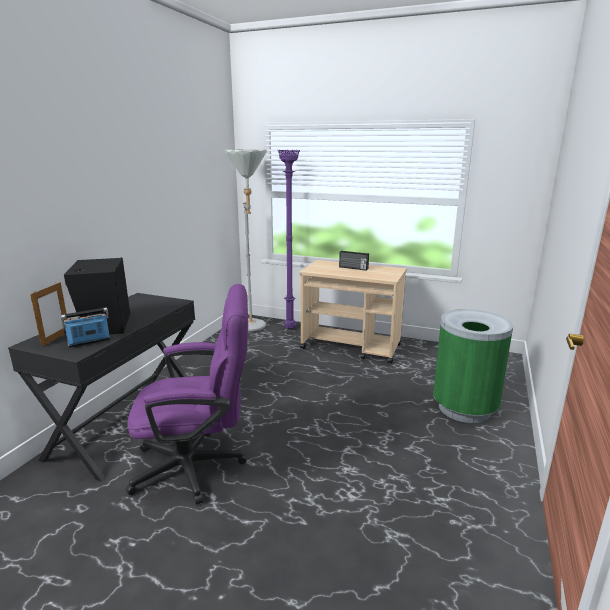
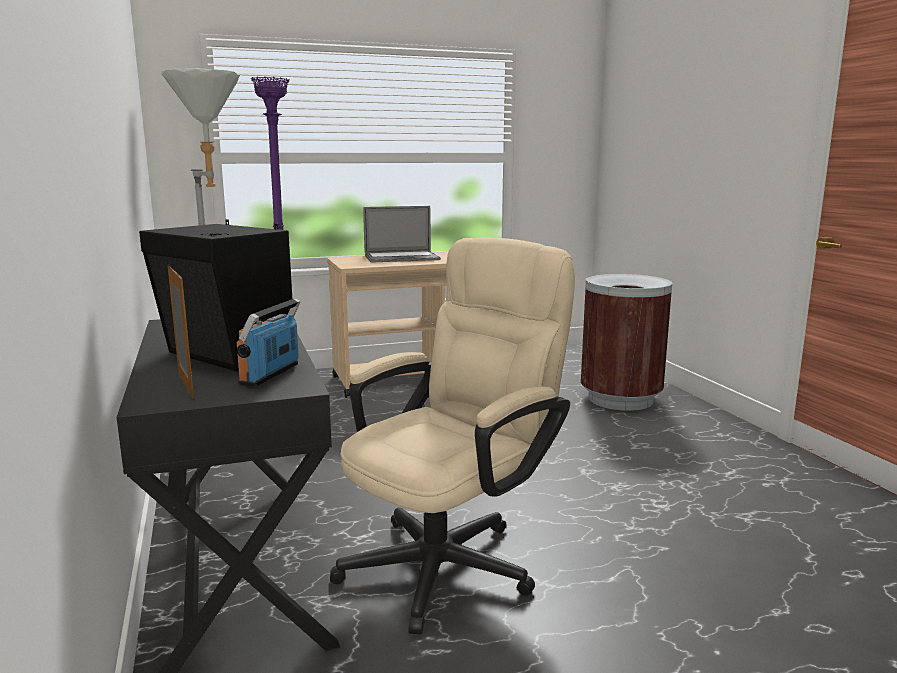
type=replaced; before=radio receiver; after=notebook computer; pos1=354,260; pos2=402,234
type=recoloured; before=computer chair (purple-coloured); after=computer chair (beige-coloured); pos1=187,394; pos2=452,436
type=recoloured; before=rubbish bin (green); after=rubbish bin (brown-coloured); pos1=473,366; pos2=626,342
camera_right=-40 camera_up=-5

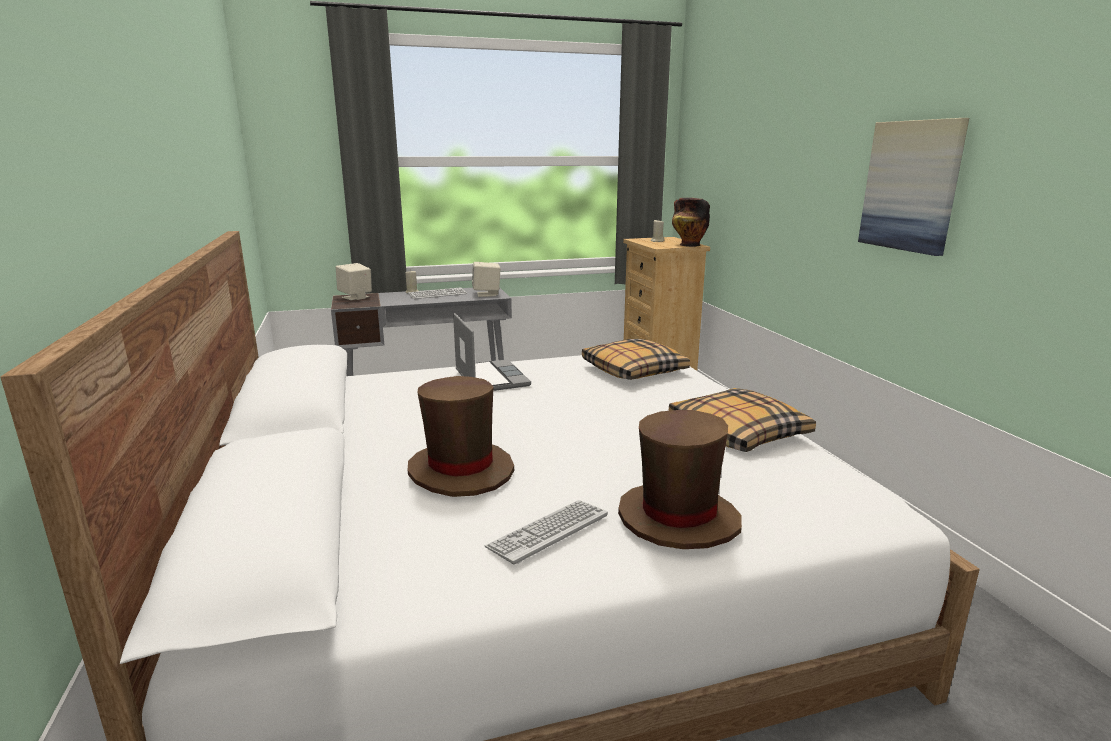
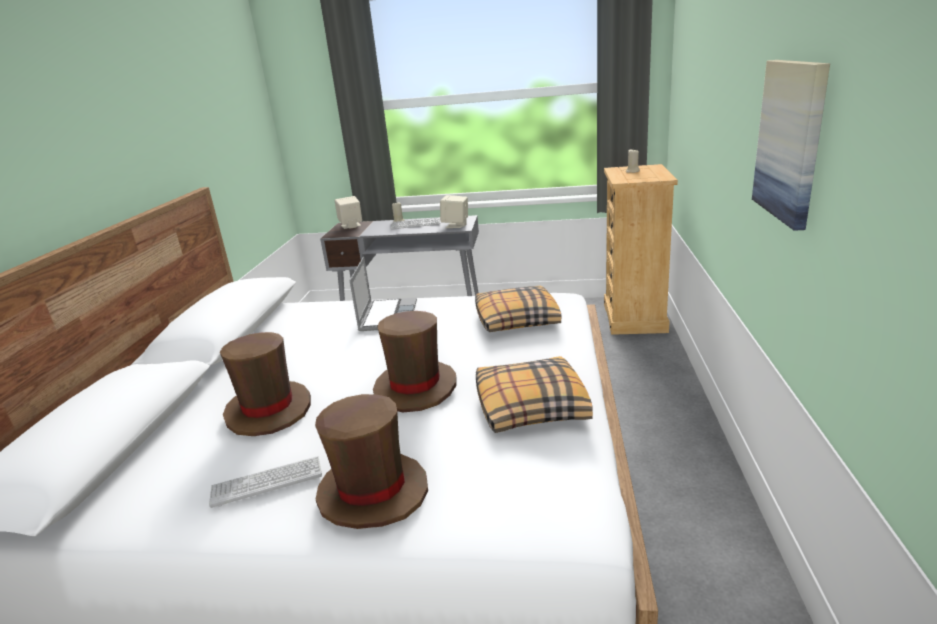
type=removed; before=flower vase; pos1=691,222
type=added; after=clothing hat (brown-coloured); pos2=415,362
camera_right=25 camera_up=5

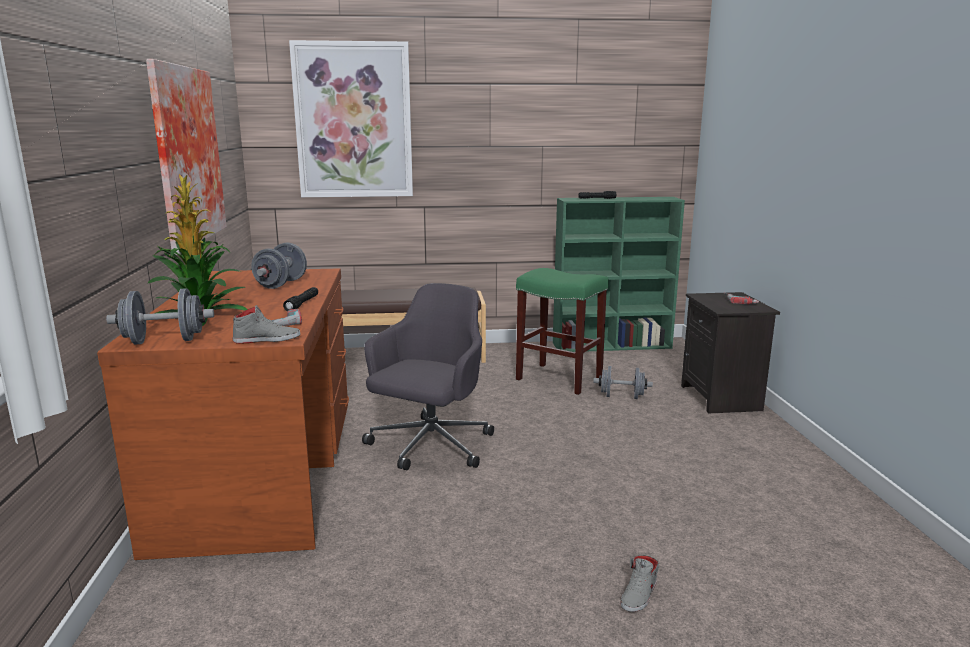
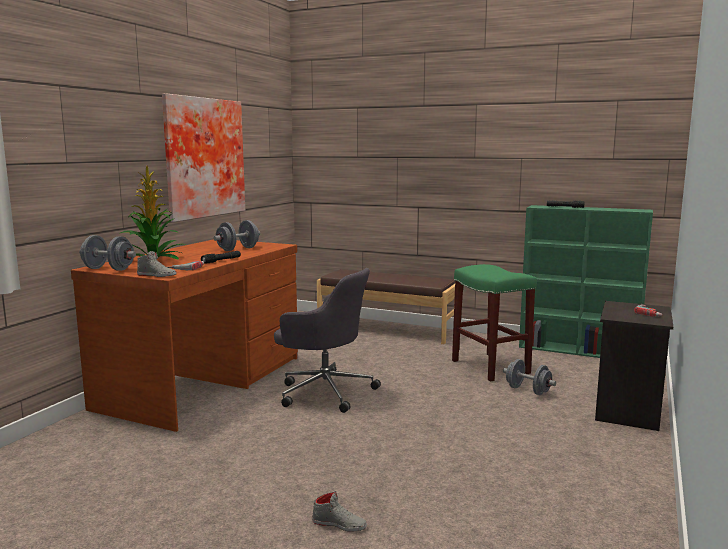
type=removed; before=wall picture; pos1=351,118
type=turned; before=computer chair (grey); pos1=428,376; pos2=327,340; turn=60
type=turned; before=shoe (grey); pos1=640,584; pos2=339,511; turn=-135
camera_right=30 camera_up=-5

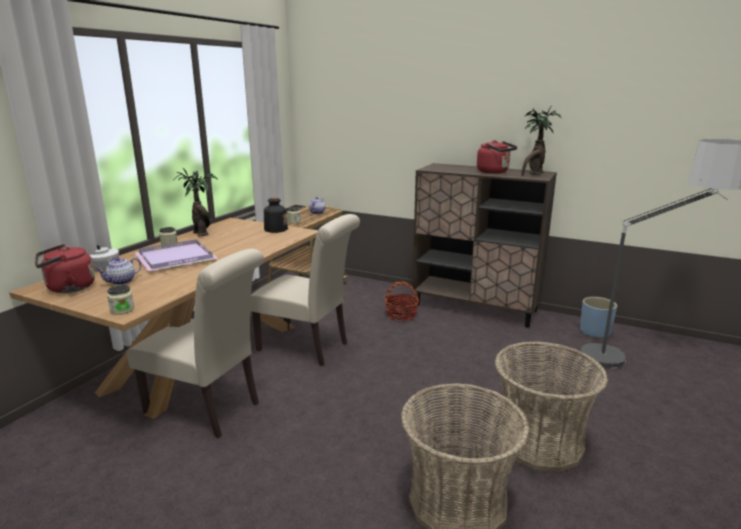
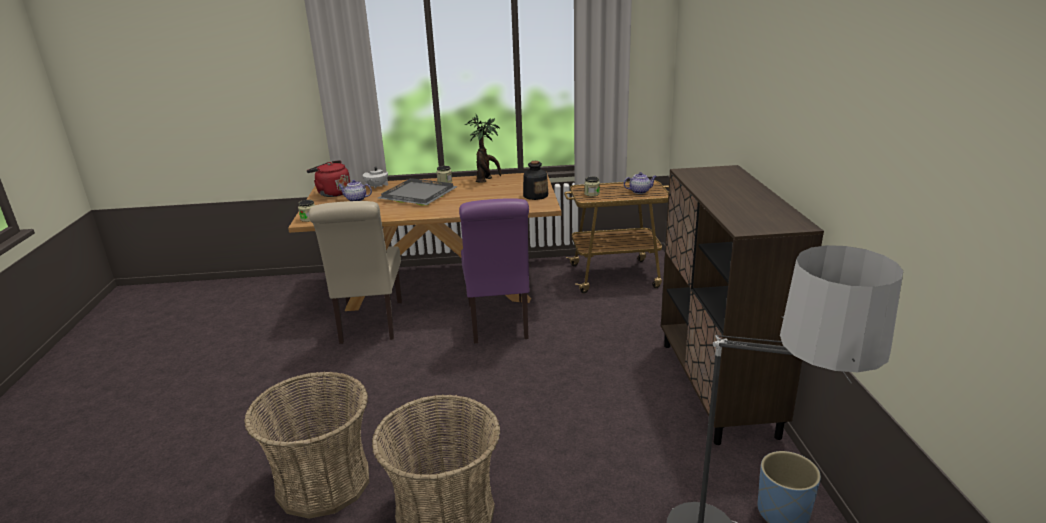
type=removed; before=basket; pos1=401,301
type=removed; before=water kettle (reddish); pos1=497,157
type=removed; before=plant in a pot; pos1=541,140
type=recoloured; before=carrying tray (purple-coloured); after=carrying tray (grey); pos1=176,255; pos2=418,192
type=recoloured; before=plain chair (beige-coloured); after=plain chair (purple-coloured); pos1=305,290; pos2=494,270
camera_right=60 camera_up=5

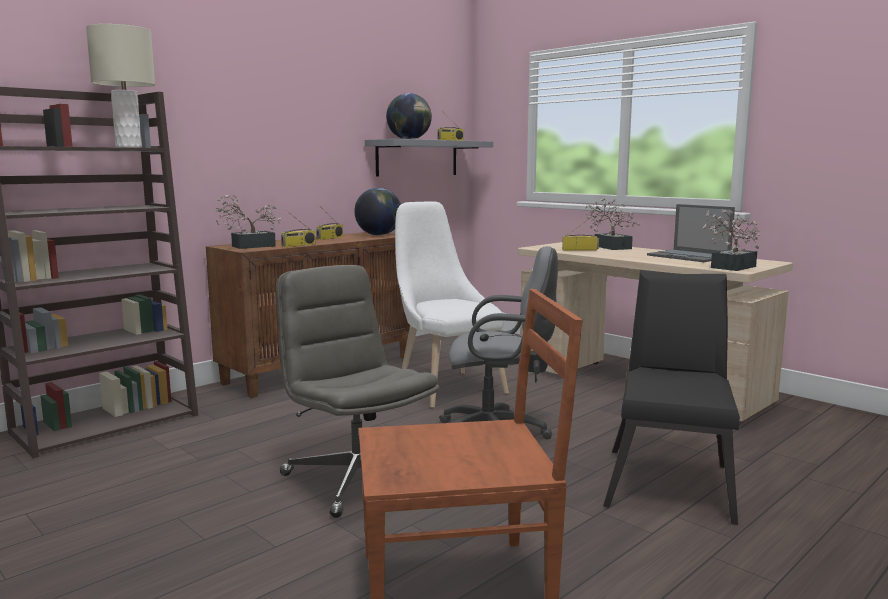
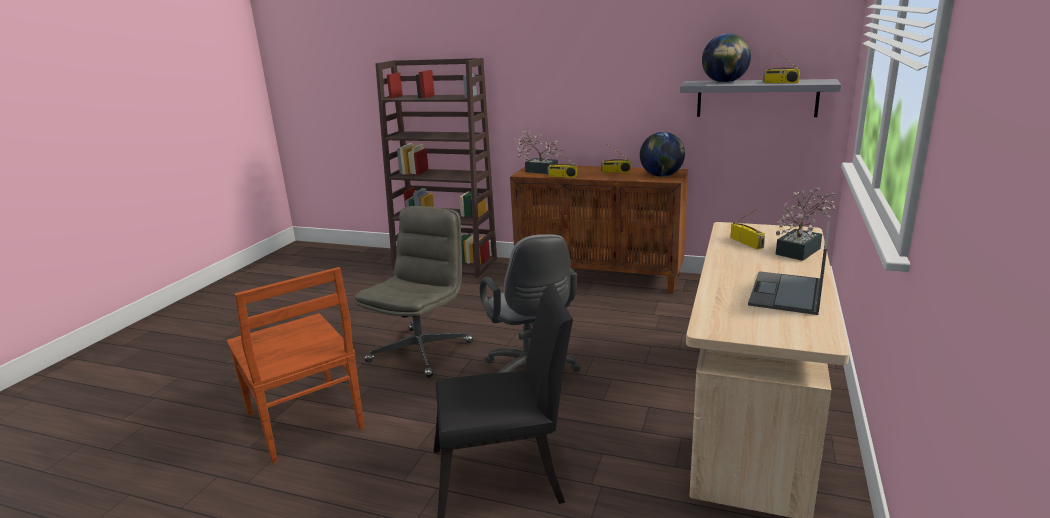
type=removed; before=tabletop lamp (beige-coloured); pos1=120,86
type=removed; before=plain chair (white); pos1=452,304
type=removed; before=plant in a pot; pos1=731,240
camera_right=65 camera_up=10

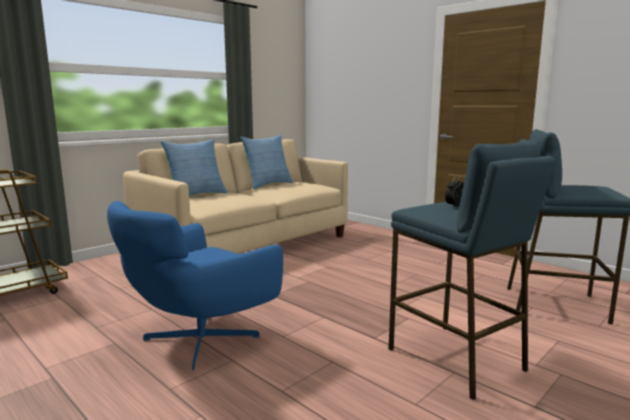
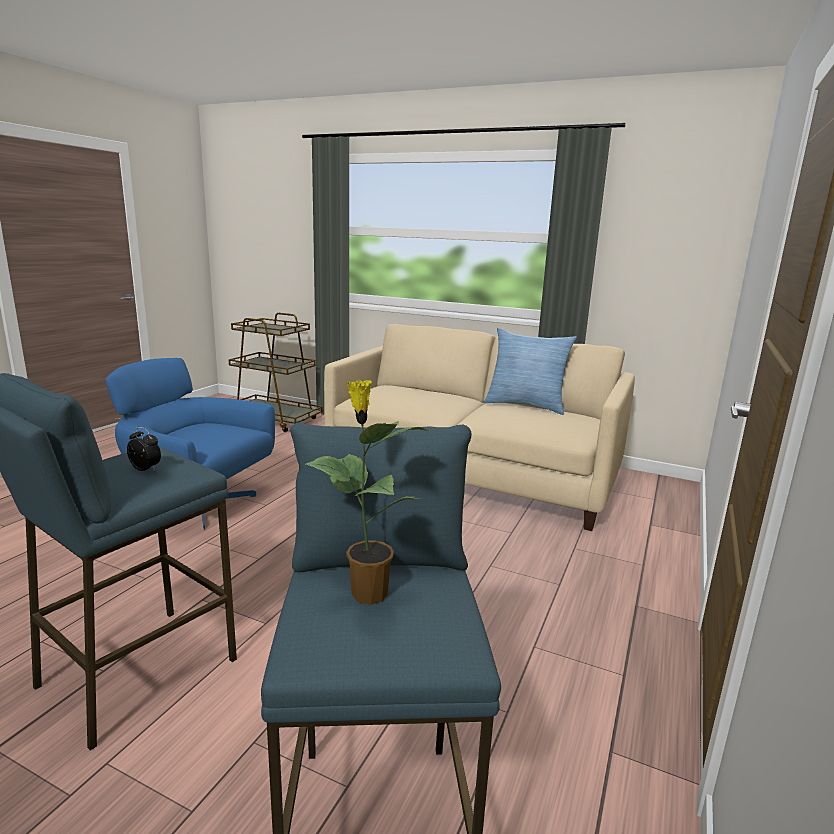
type=removed; before=throw pillow; pos1=194,167
type=added; after=plant in a pot; pos2=368,492
camera_right=70 camera_up=5

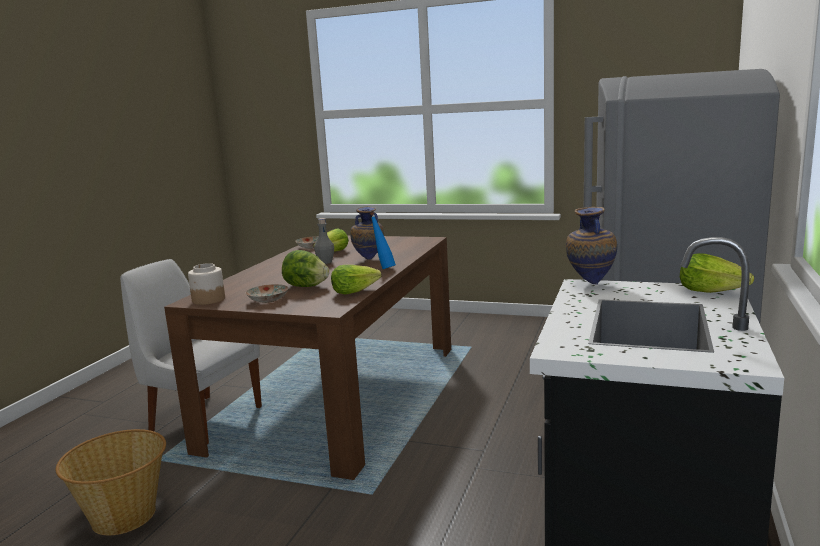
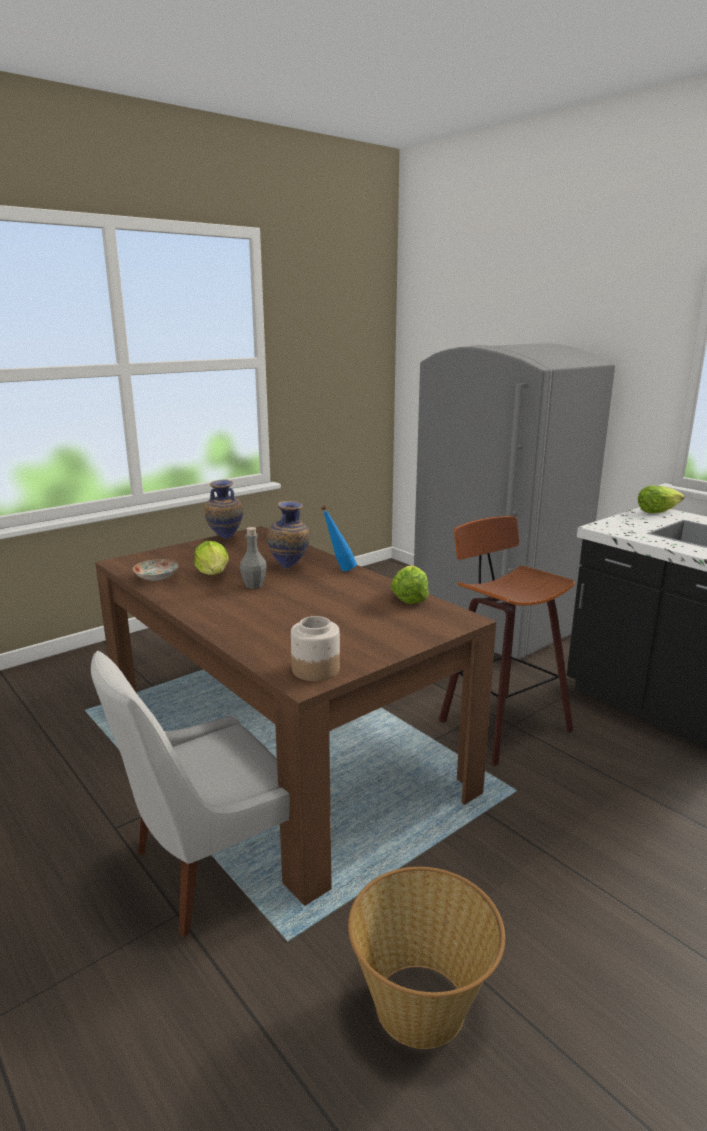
type=removed; before=plate; pos1=267,293
type=removed; before=head of lettuce; pos1=305,268
type=added; after=stool seat; pos2=507,641
type=moved; before=flower vase; pos1=591,246; pos2=223,509
camera_right=-60 camera_up=5

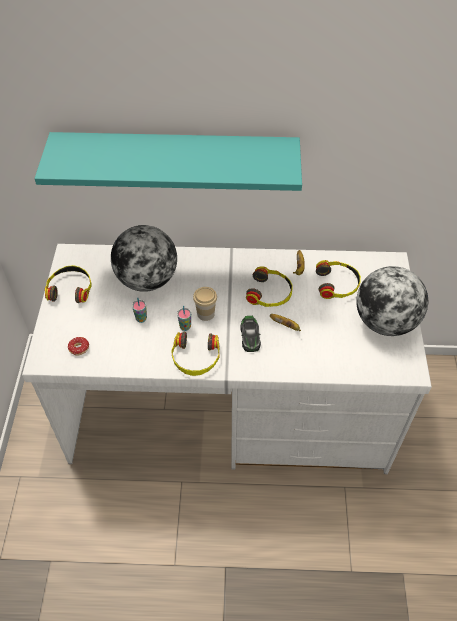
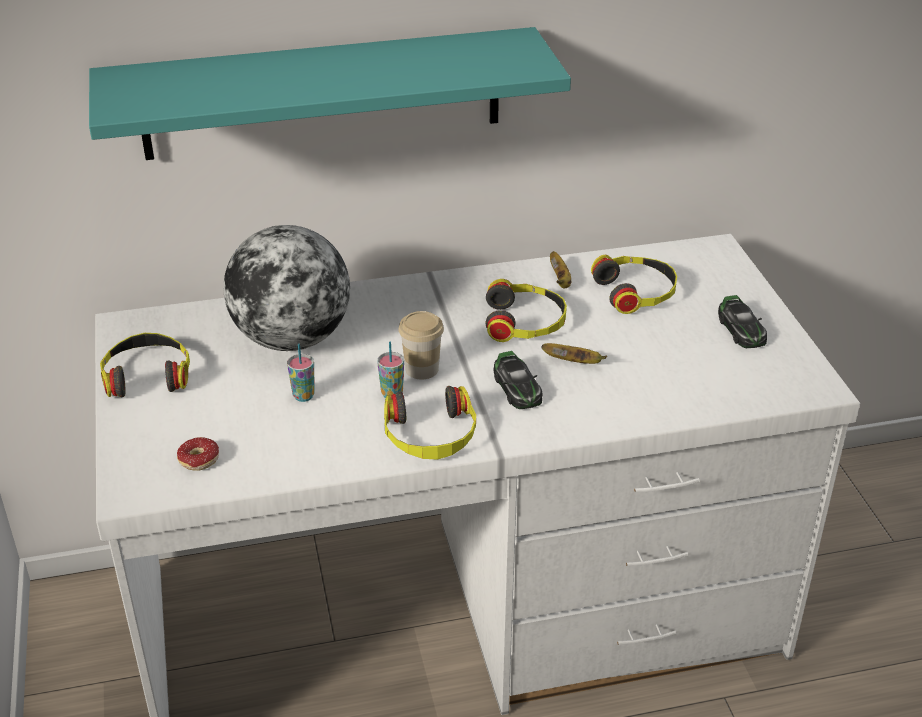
type=replaced; before=desk globe; after=miniature car; pos1=392,301; pos2=742,321
camera_right=-15 camera_up=-15

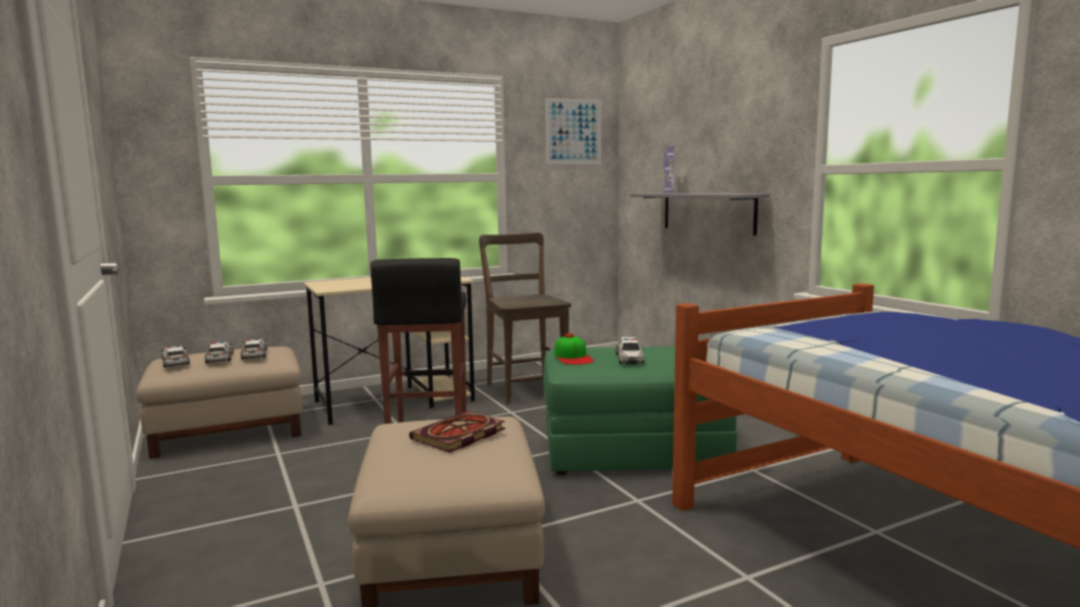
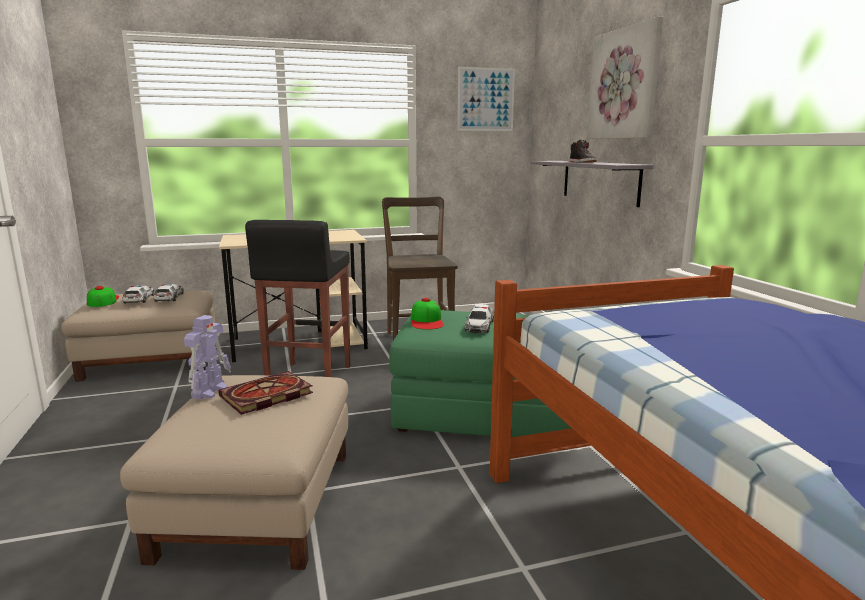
type=added; after=shoe (black-coloured); pos2=583,151
type=added; after=wall picture; pos2=625,78
type=moved; before=robot figure; pos1=668,169; pos2=207,357
type=replaced; before=miniature car; after=cap; pos1=176,357; pos2=103,296
camera_right=10 camera_up=5

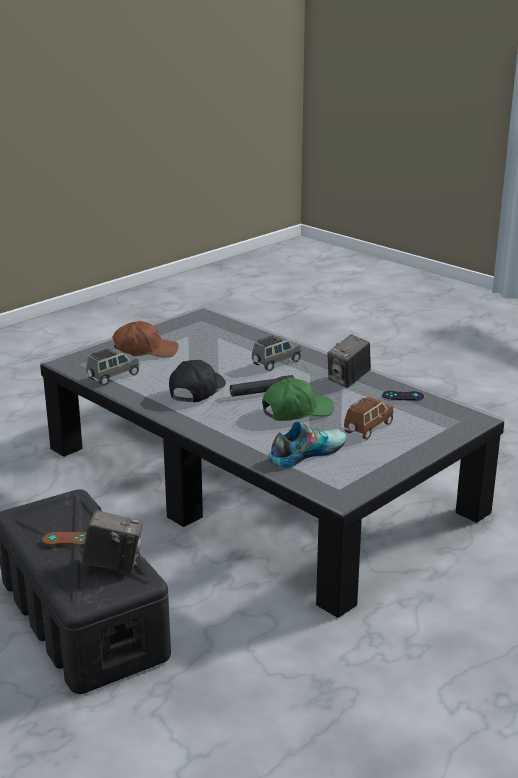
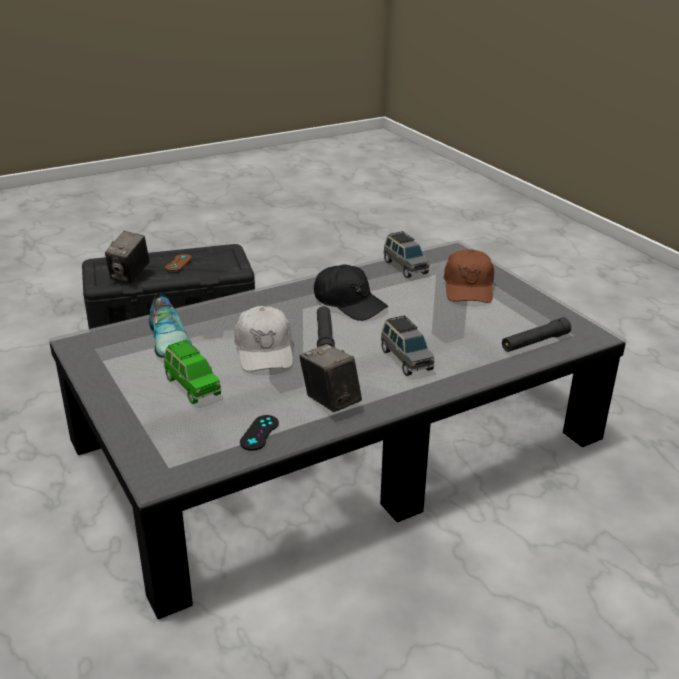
type=added; after=torch (black-coloured); pos2=536,334
type=recoloured; before=cap (green); after=cap (white); pos1=298,399; pos2=263,339
type=recoloured; before=miniature car (brown-coloured); after=miniature car (green); pos1=369,418; pos2=193,372
camera_right=105 camera_up=5

